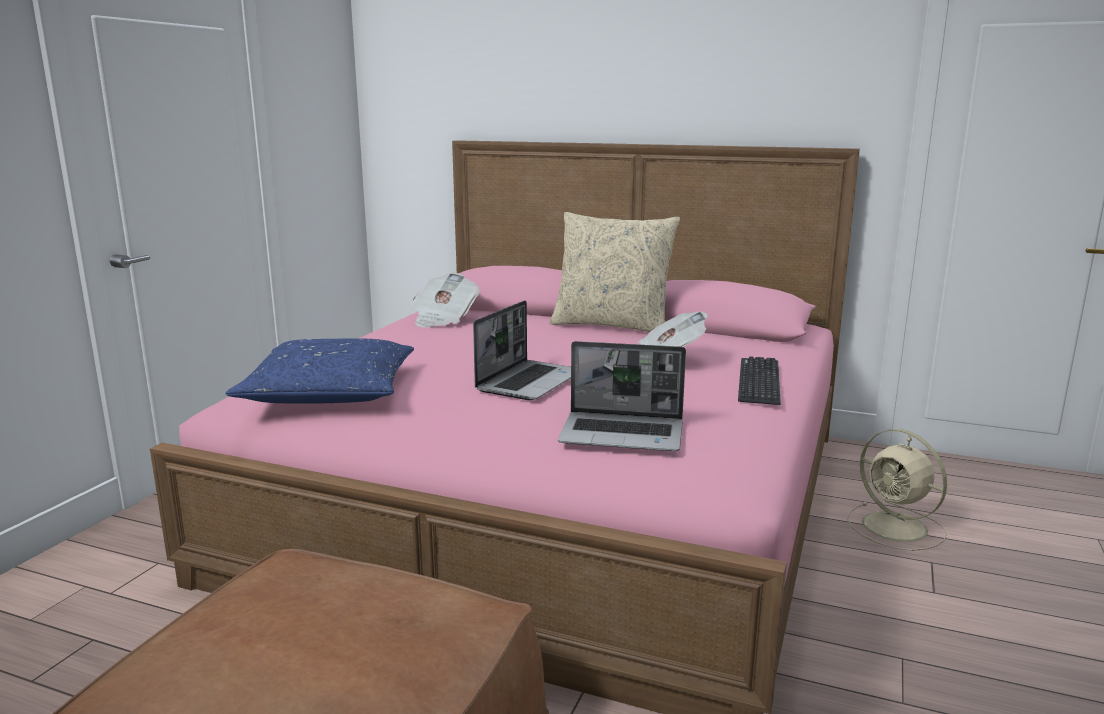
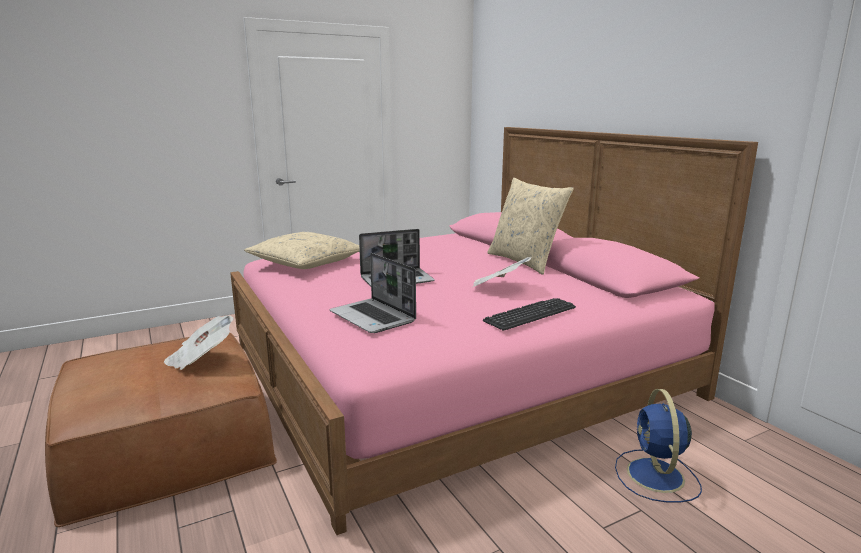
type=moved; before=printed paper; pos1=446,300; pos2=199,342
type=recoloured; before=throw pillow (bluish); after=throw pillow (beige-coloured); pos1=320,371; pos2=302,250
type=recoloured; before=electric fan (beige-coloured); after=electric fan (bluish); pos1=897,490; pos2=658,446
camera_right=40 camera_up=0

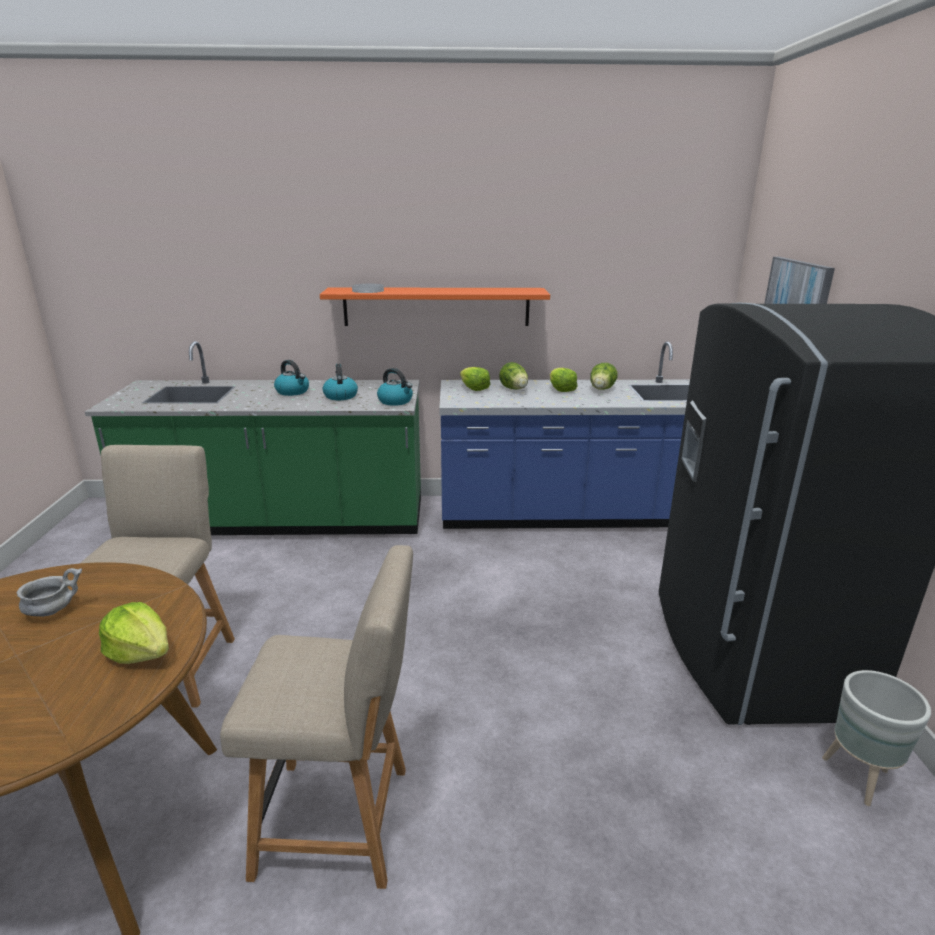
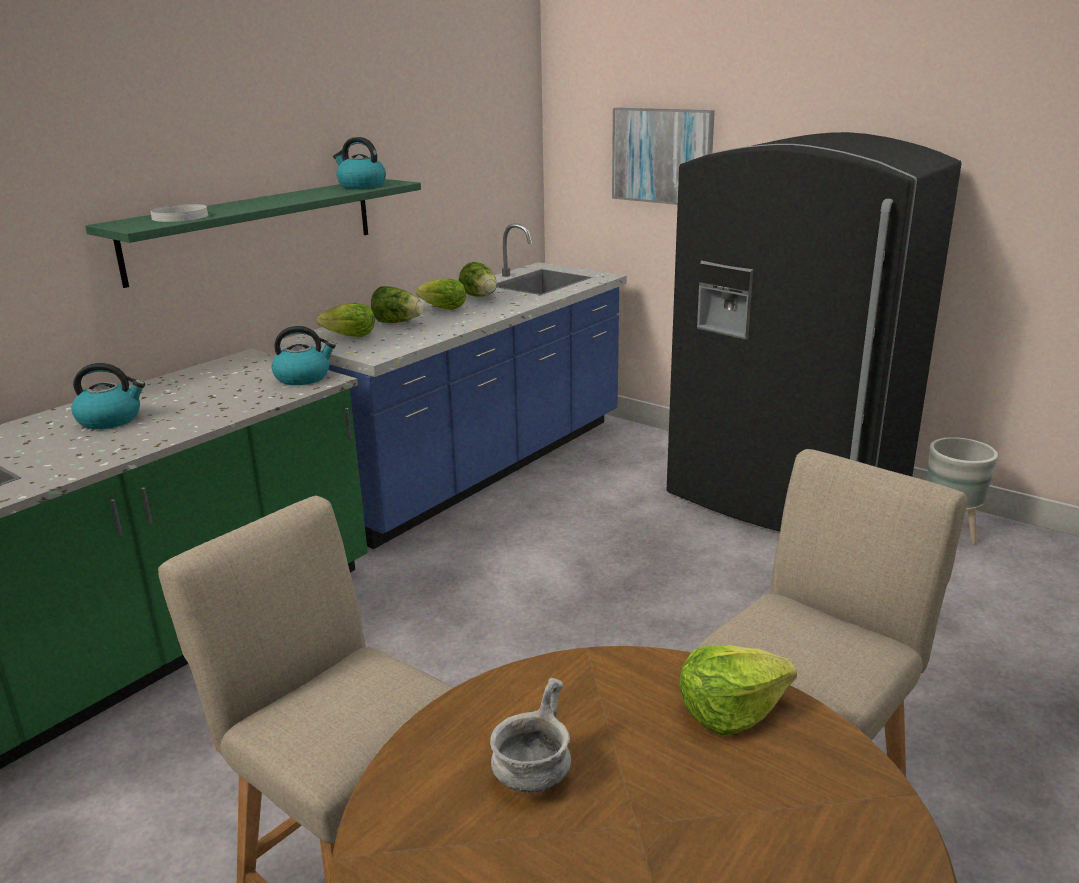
type=moved; before=water kettle; pos1=340,382; pos2=359,163
type=recoloured; before=shelf (orange-coloured); after=shelf (green); pos1=435,306; pos2=253,233
camera_right=-50 camera_up=0

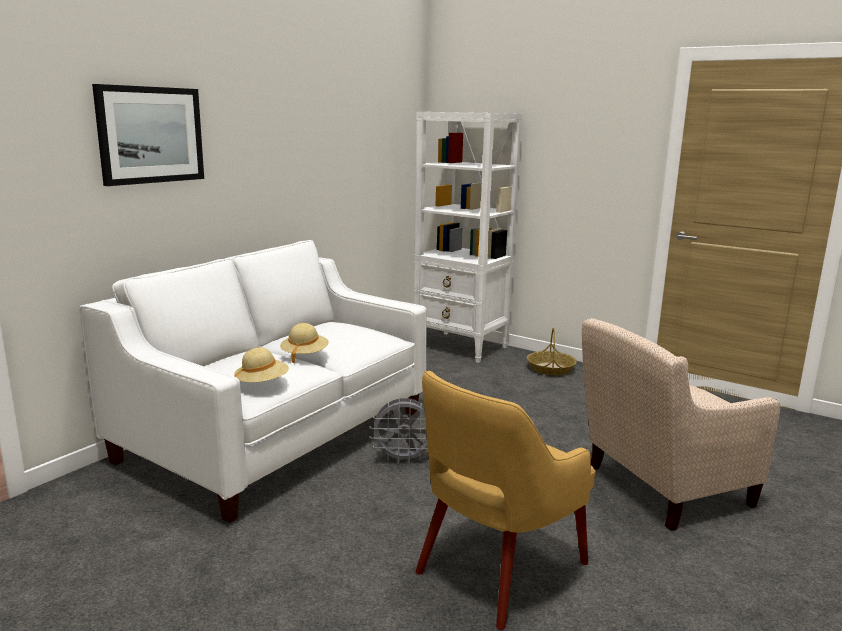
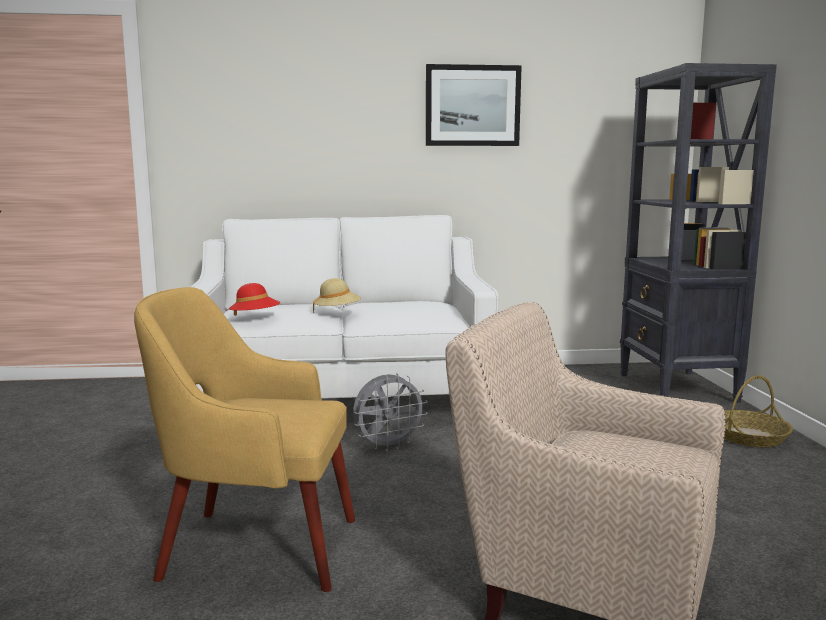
type=moved; before=wall picture; pos1=148,135; pos2=474,105
type=recoloured; before=clothing hat (beige-coloured); after=clothing hat (reddish); pos1=261,365; pos2=254,299
type=recoloured; before=shelving unit (white); after=shelving unit (black-coloured); pos1=468,237; pos2=698,233
type=turned; before=electric fan (grey); pos1=398,431; pos2=390,412; turn=-75
camera_right=50 camera_up=-5

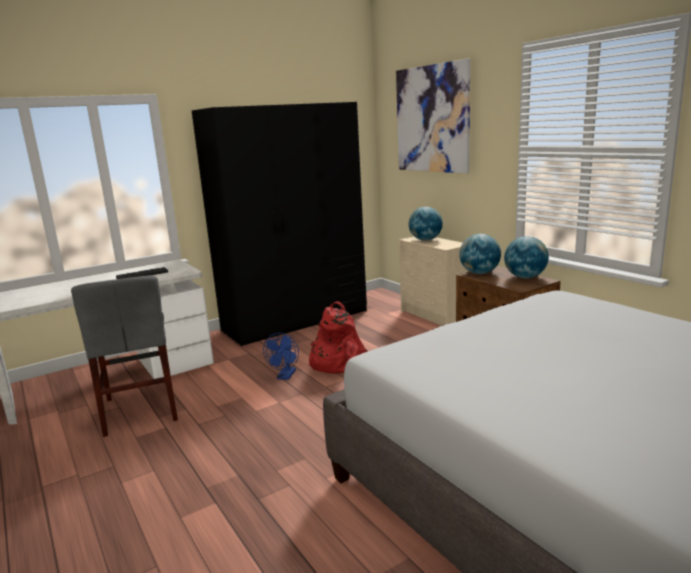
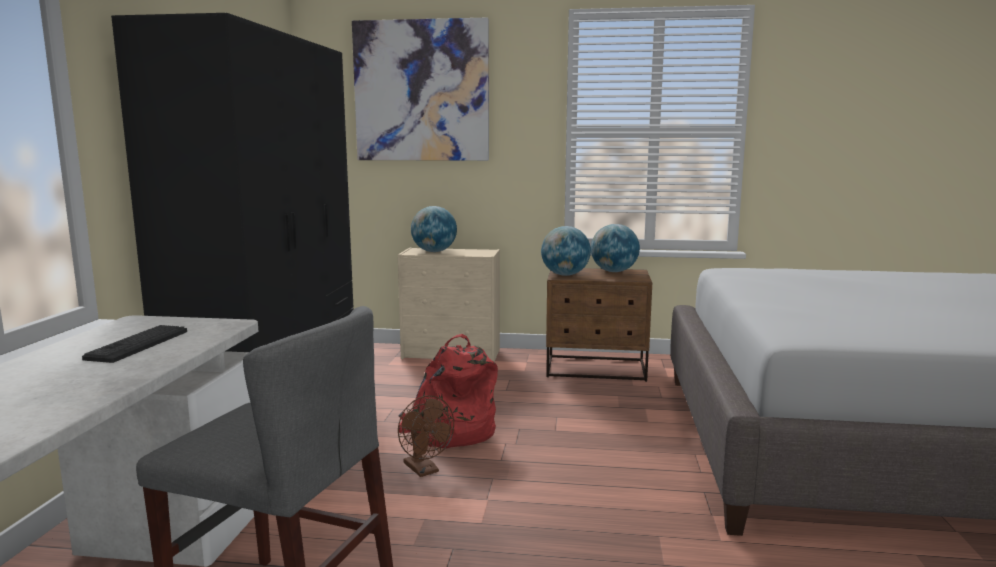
type=recoloured; before=electric fan (bluish); after=electric fan (brown-coloured); pos1=281,356; pos2=426,436
camera_right=-50 camera_up=-5

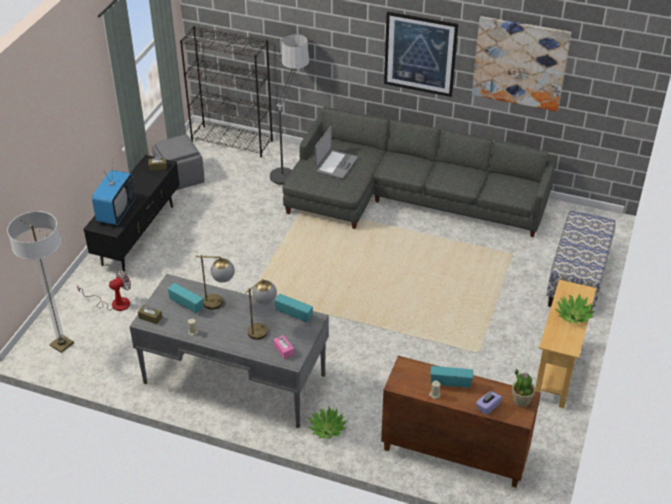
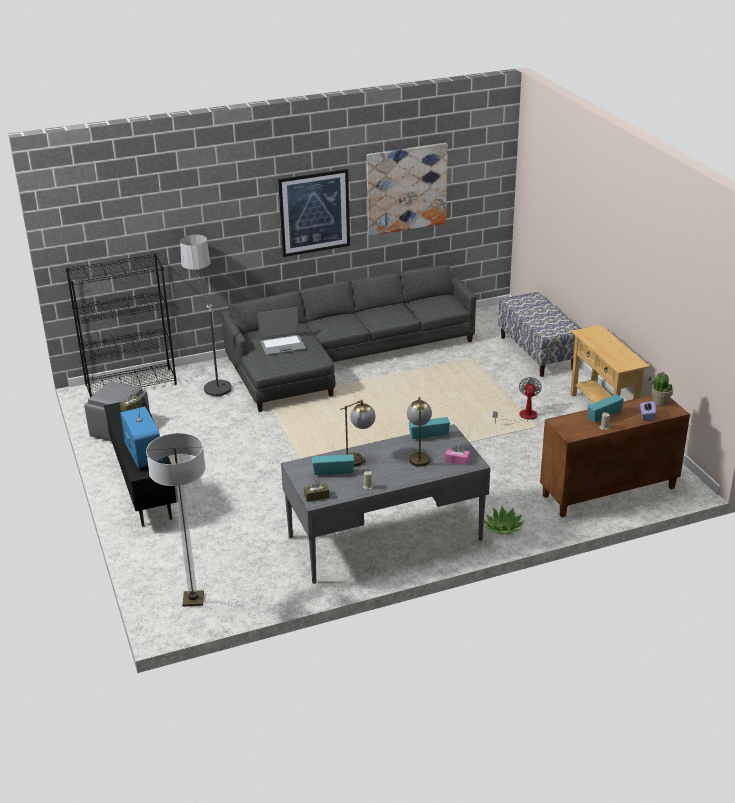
type=removed; before=plant in a pot; pos1=576,308
type=moved; before=electric fan; pos1=104,290; pos2=517,401
type=turned; before=notebook computer; pos1=336,152; pos2=282,331; turn=90
camera_right=-40 camera_up=-10

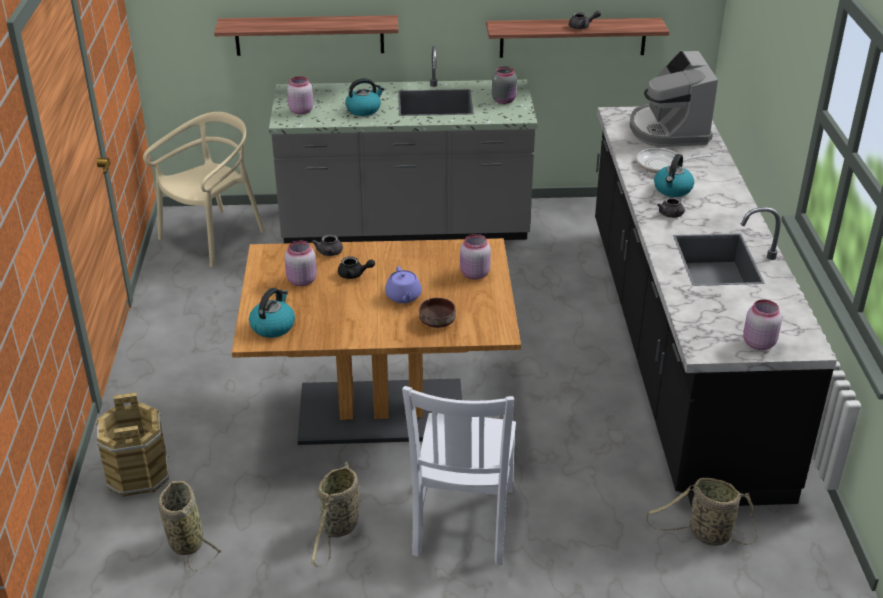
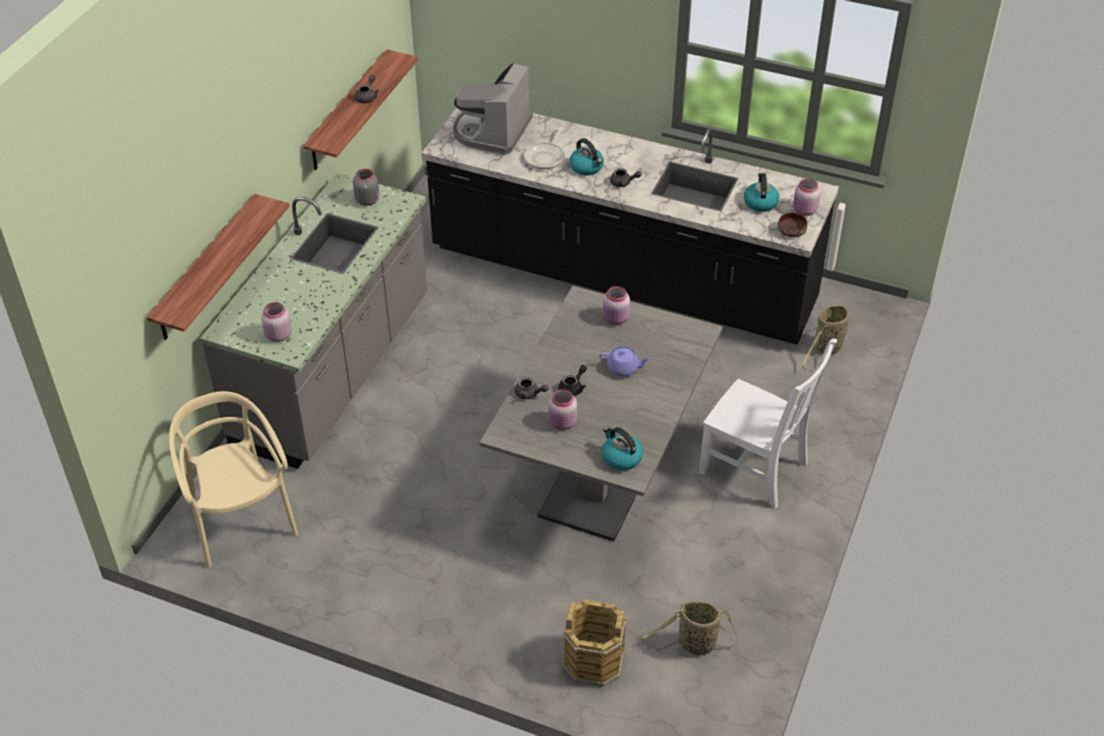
type=removed; before=basket; pos1=336,514
type=moved; before=water kettle; pos1=364,97; pos2=761,192
type=moved; before=serving bowl (brown-coloured); pos1=437,313; pos2=793,224
type=recoloured; before=dining table (brown-coloured); after=dining table (grey); pos1=376,341; pos2=601,413
type=turned; before=coffee maker; pos1=674,98; pos2=493,109; turn=90
camera_right=-65 camera_up=10

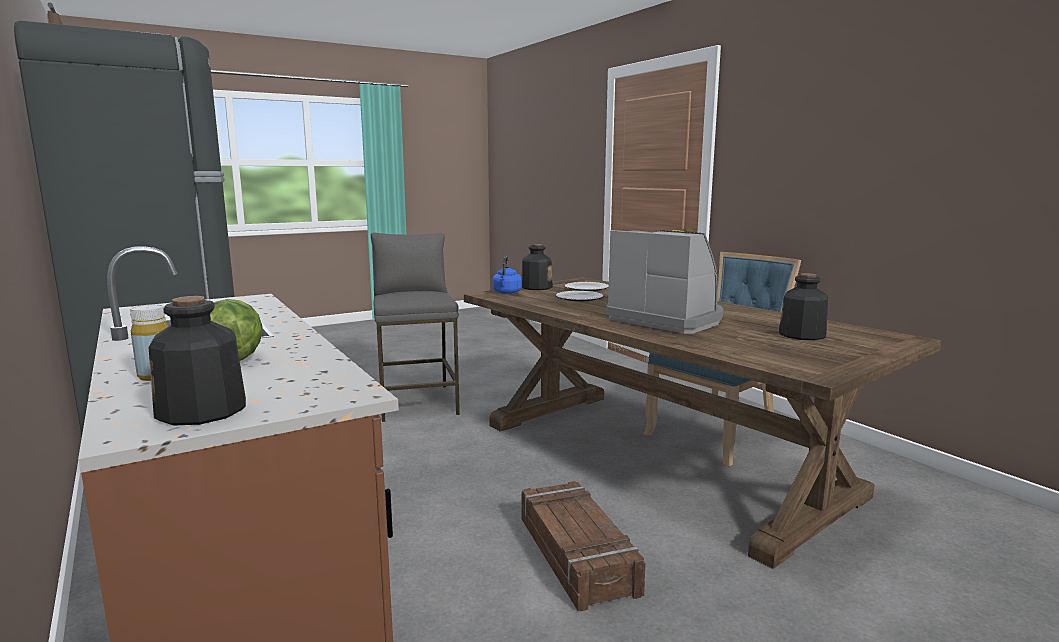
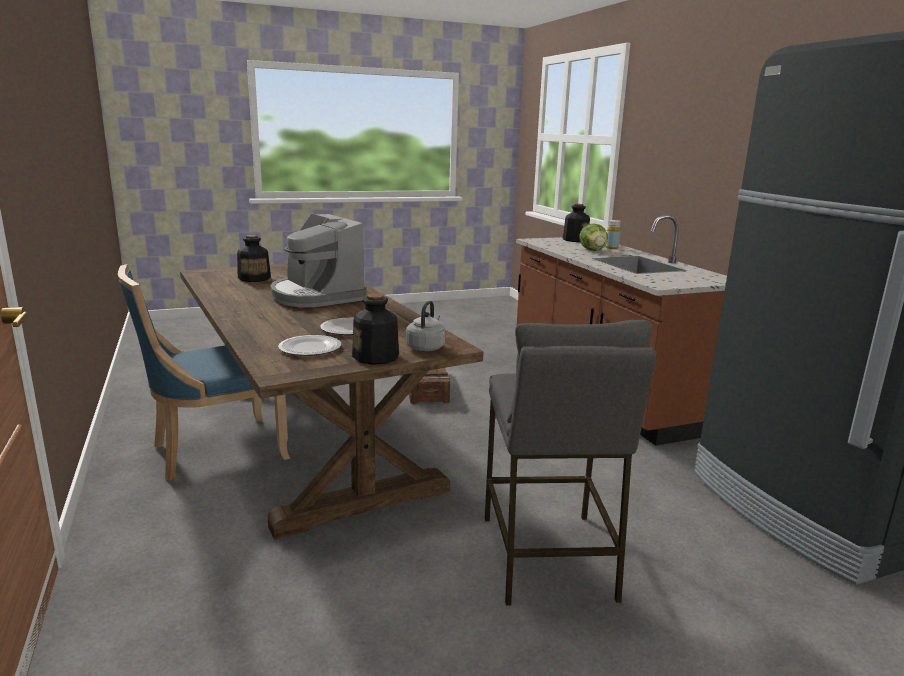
type=recoloured; before=water kettle (bluish); after=water kettle (grey); pos1=507,275; pos2=425,326
camera_right=-170 camera_up=5

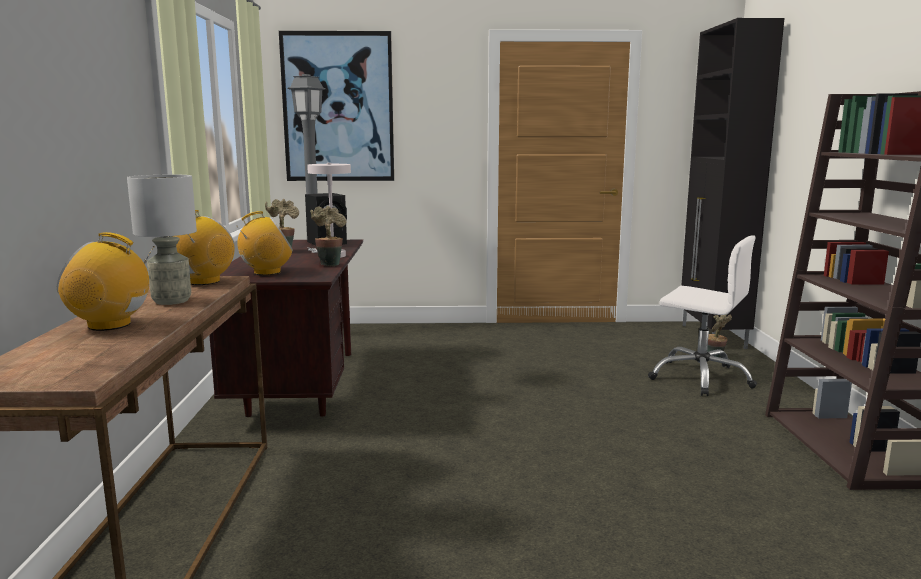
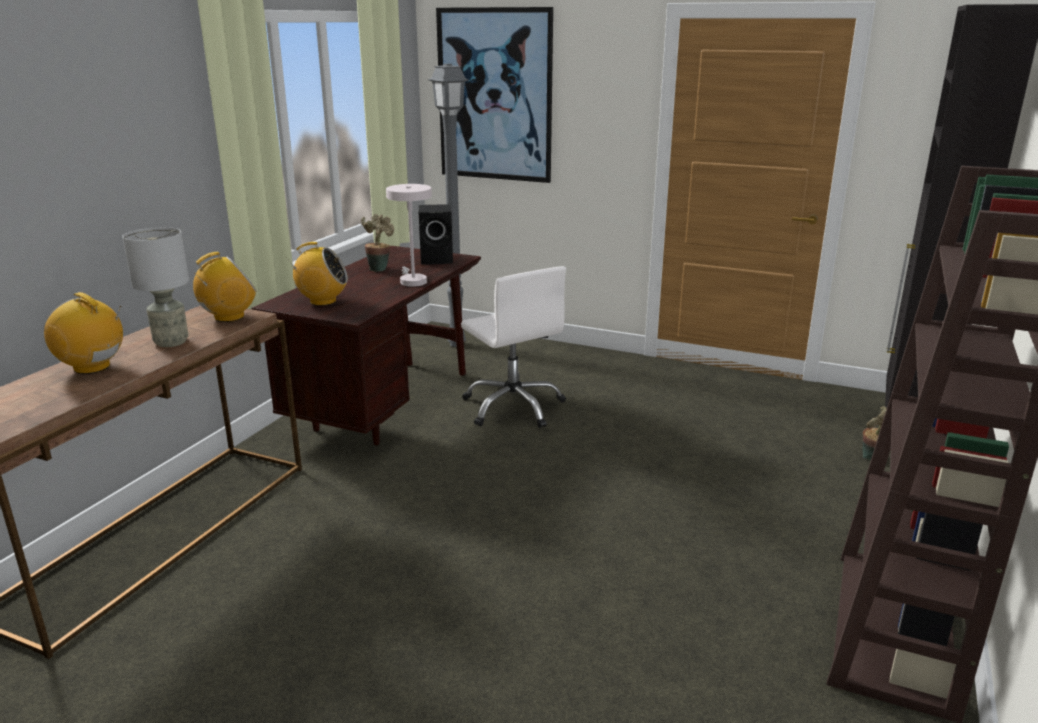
type=removed; before=plant in a pot; pos1=328,236
type=moved; before=computer chair (white); pos1=702,315; pos2=513,347
camera_right=25 camera_up=10

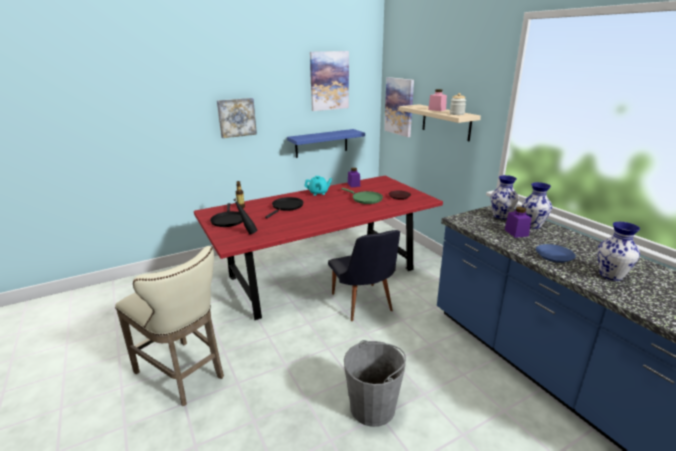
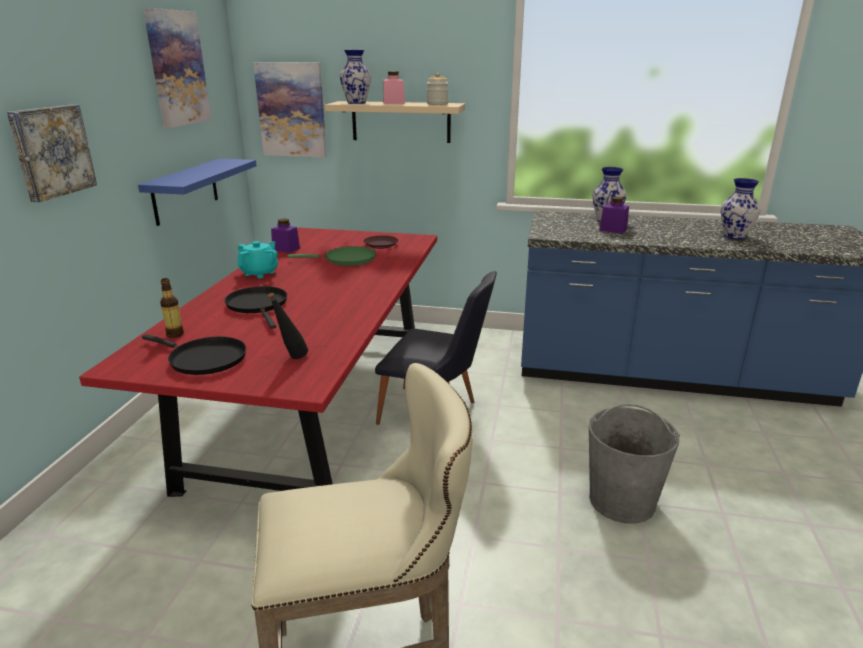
type=removed; before=plate (bluish); pos1=556,253
type=moved; before=flower vase; pos1=504,197; pos2=355,77
camera_right=-50 camera_up=0

